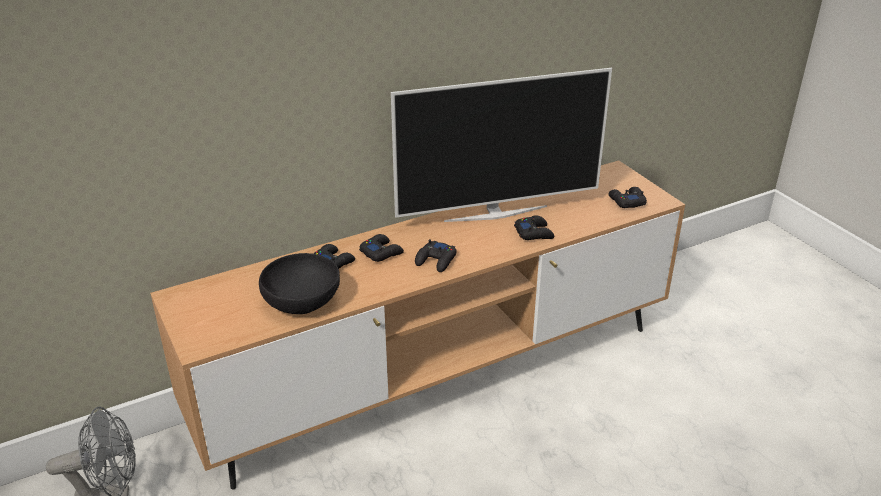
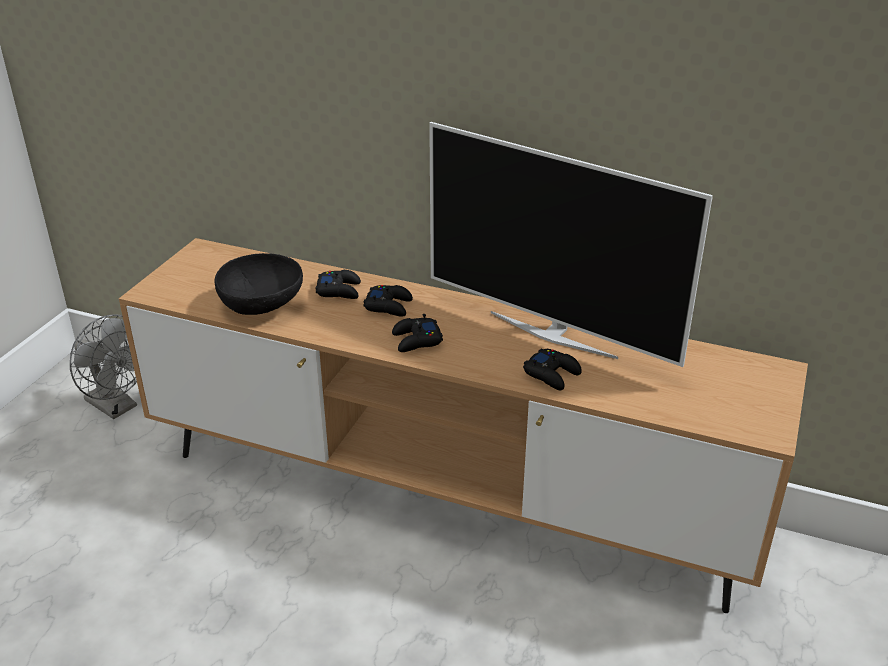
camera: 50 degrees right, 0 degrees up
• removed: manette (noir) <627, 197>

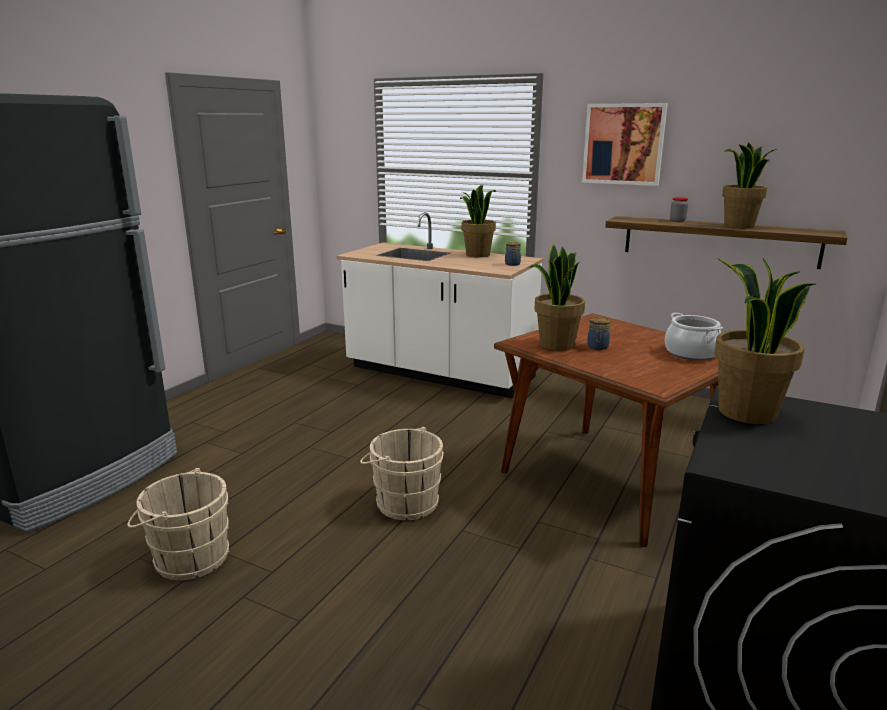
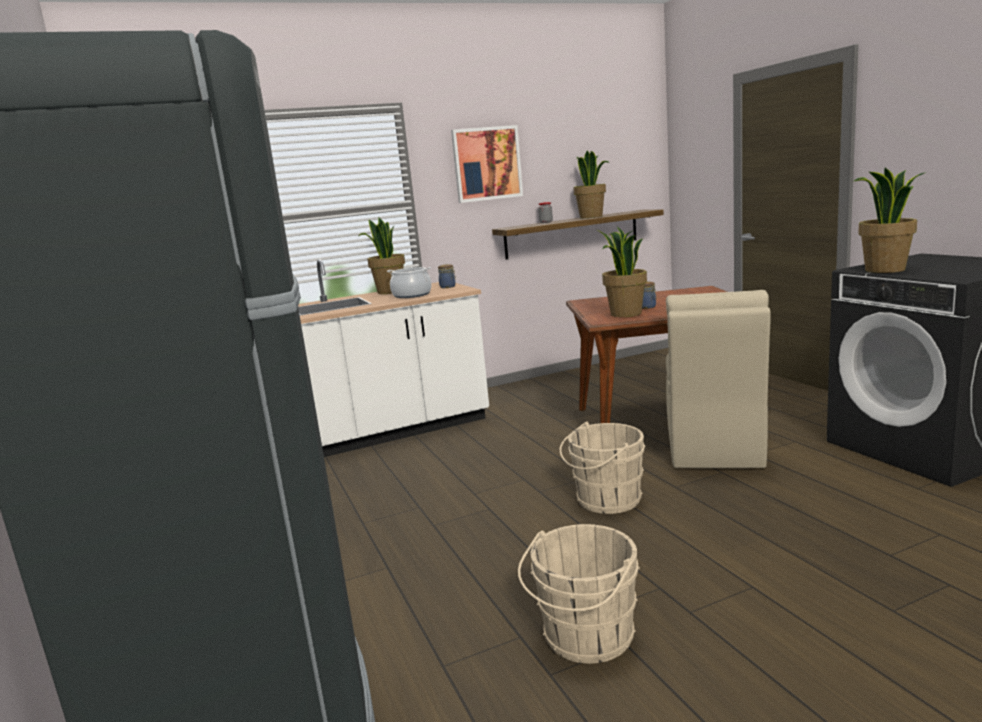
camera: 50 degrees left, 5 degrees down
• moved: marmite <694, 337> to <409, 282>
• added: chaise (beige) <718, 379>

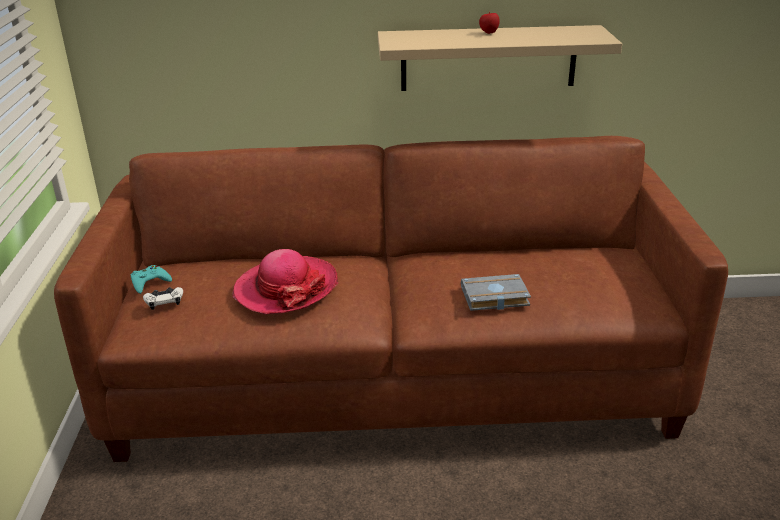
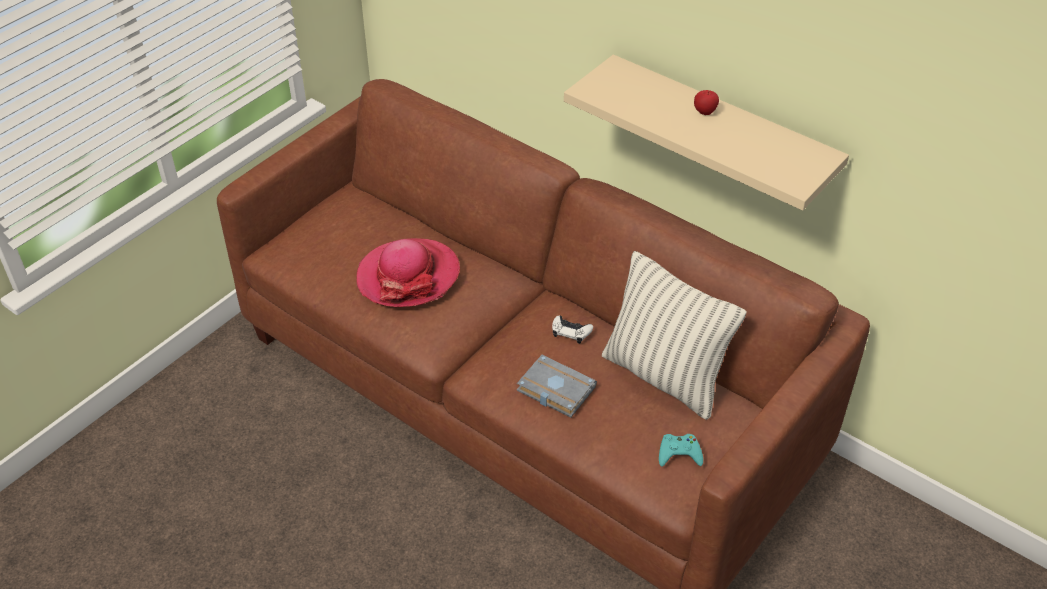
camera: 40 degrees right, 15 degrees up
• moved: manette (blanc) <163, 298> to <572, 329>
• added: coussin <674, 335>
• moved: manette (turquoise) <151, 279> to <681, 450>

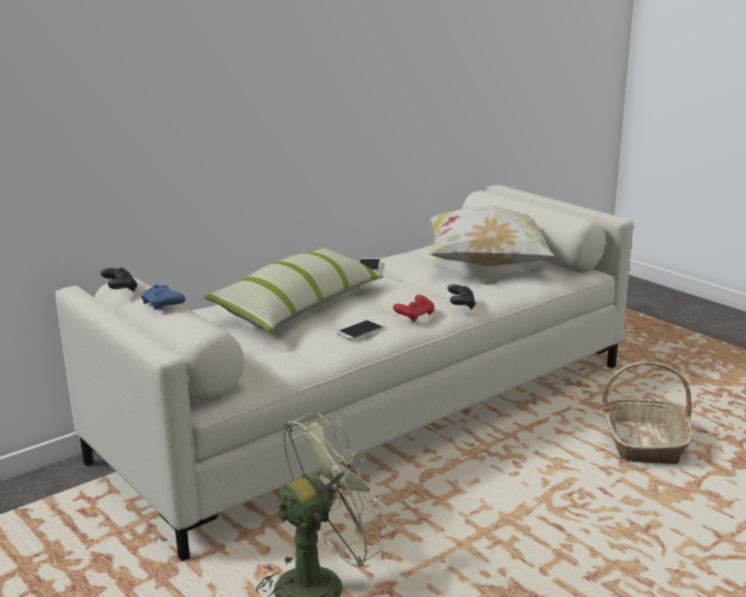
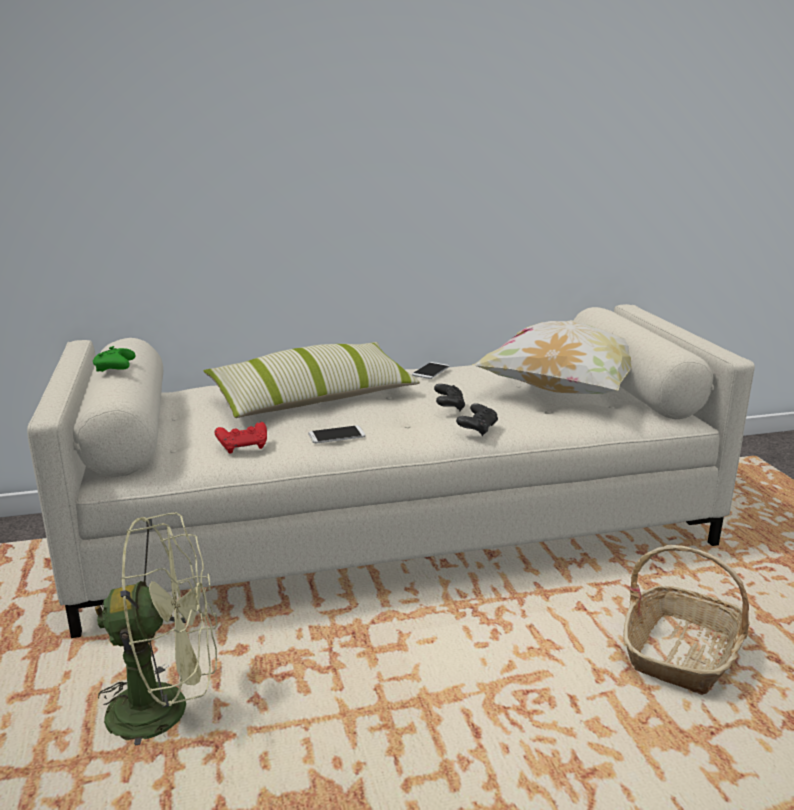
camera: 25 degrees right, 0 degrees up
• recoloured: manette (bleu) <163, 297> to manette (vert) <114, 359>
• moved: manette (rouge) <413, 309> to <240, 437>
• moved: manette (noir) <119, 279> to <449, 397>

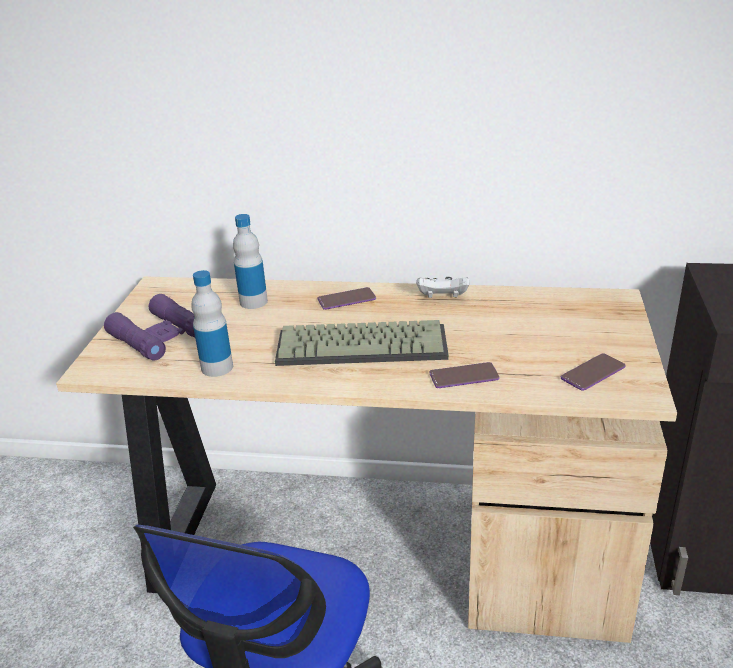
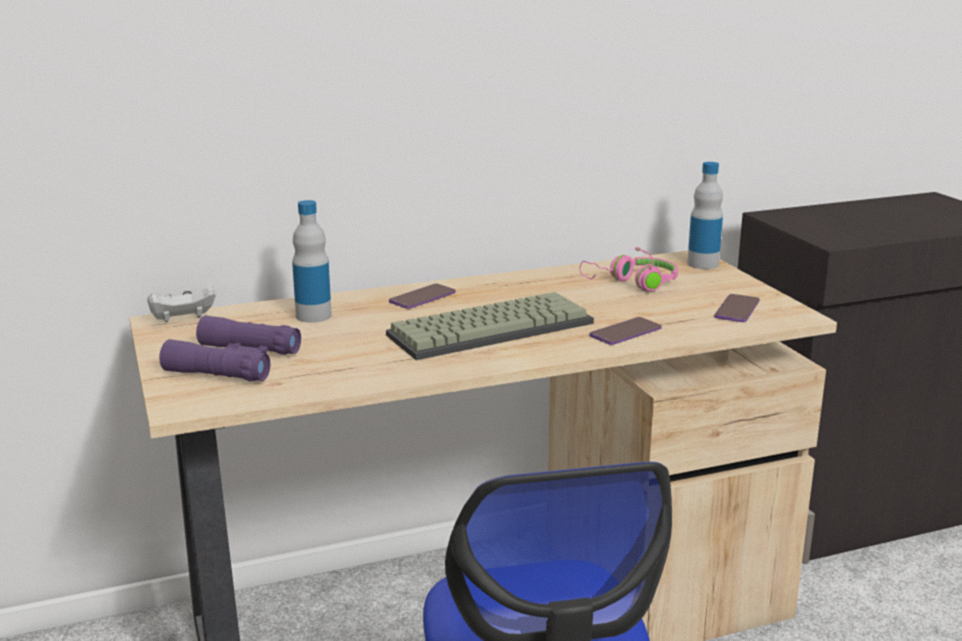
camera: 30 degrees left, 10 degrees down
• moved: manette (blanc) <443, 287> to <181, 304>
• added: casque audio (rose) <628, 269>
• moved: bouteille <212, 323> to <705, 215>

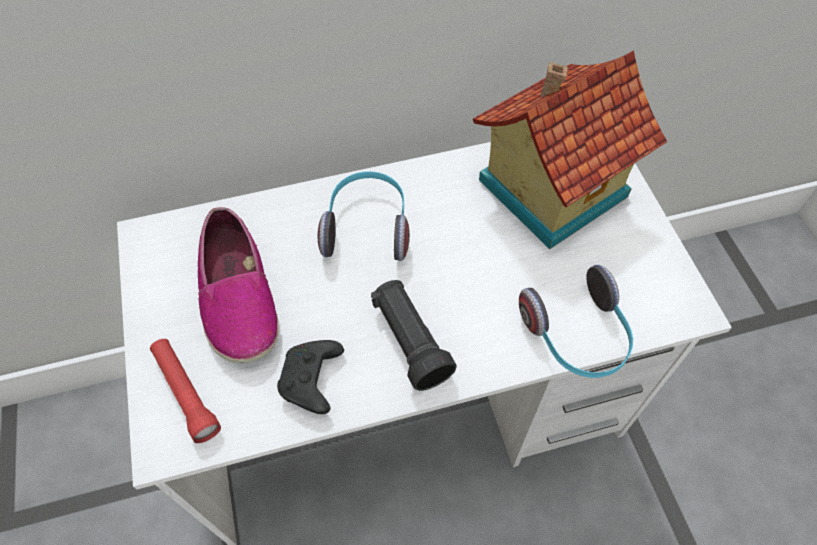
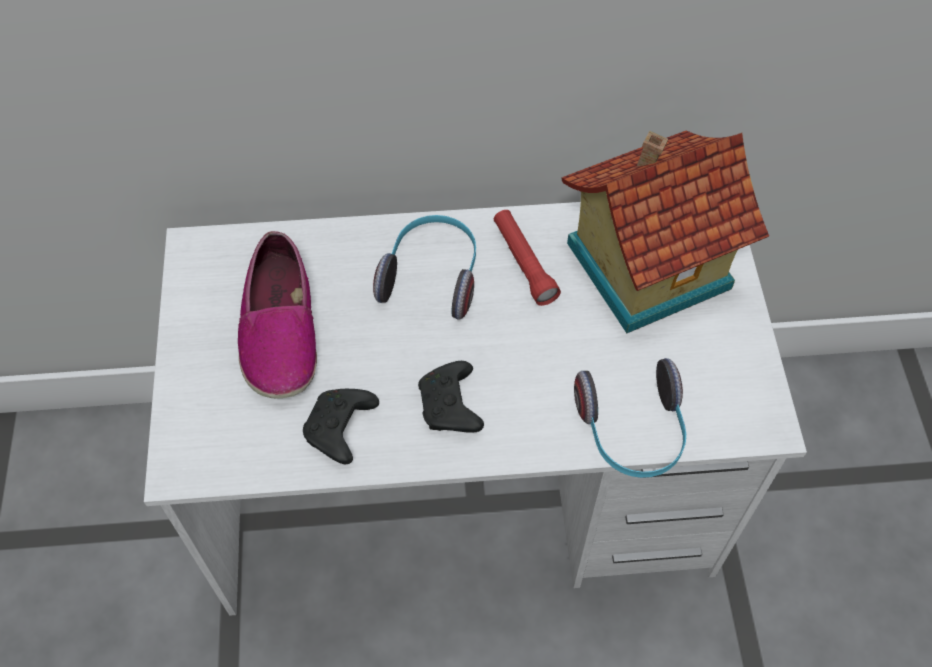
camera: 10 degrees right, 0 degrees up
• replaced: lampe de poche (noir) <414, 335> to manette (noir) <451, 397>
• moved: lampe de poche (rouge) <185, 391> to <527, 258>

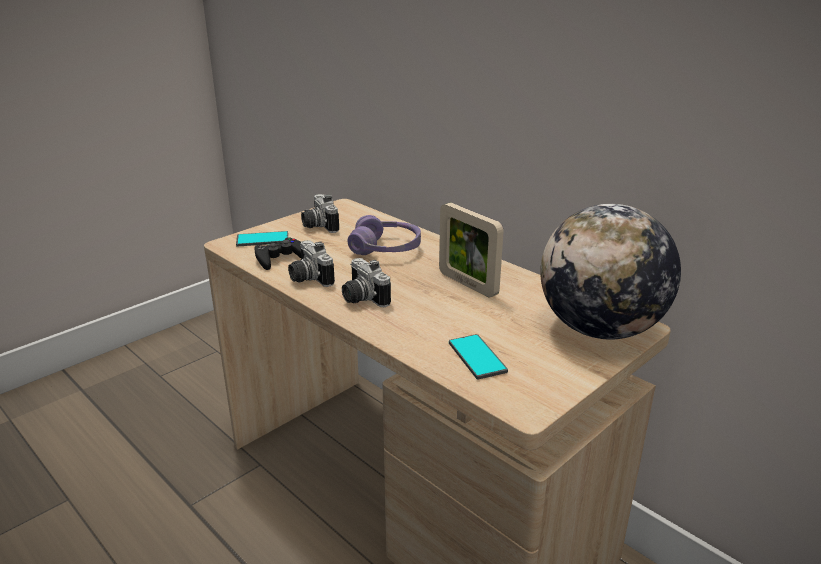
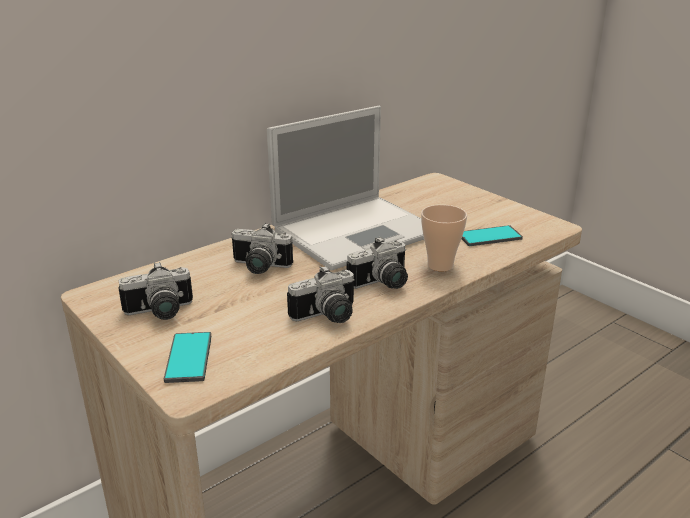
camera: 85 degrees left, 0 degrees up
• replaced: casque audio (violet) <384, 235> to appareil photo <262, 248>
• replaced: cadre photo <471, 250> to ordinateur portable <345, 188>
• added: tasse <444, 238>
• removed: manette (noir) <278, 253>
• removed: globe <610, 272>

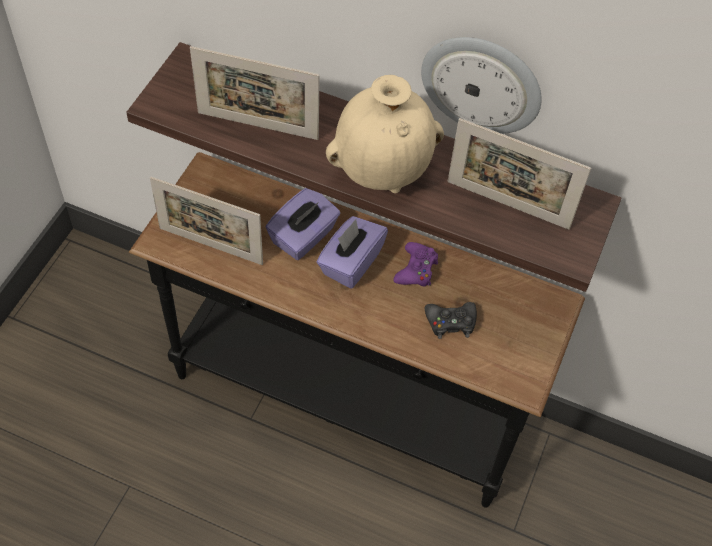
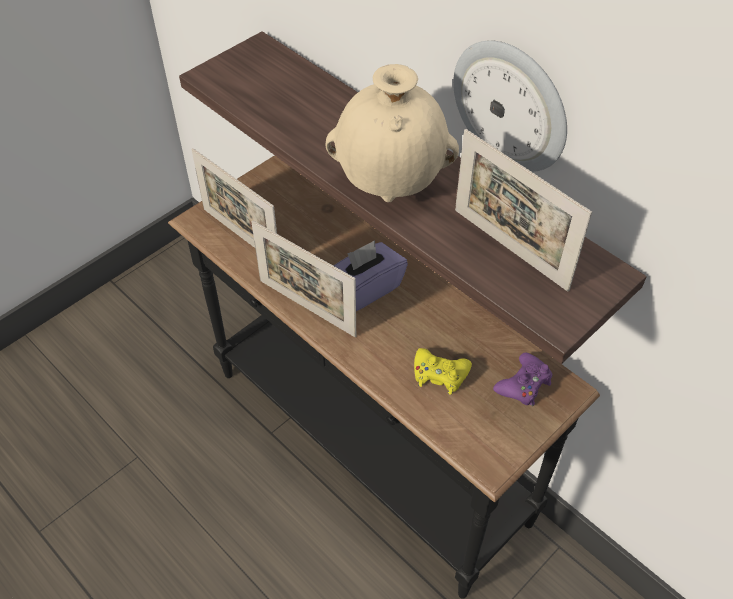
camera: 25 degrees right, 5 degrees down
• moved: cadre photo <255, 93> to <303, 278>
• recoloured: manette (noir) <451, 320> to manette (jaune) <443, 371>
• moved: manette (violet) <415, 264> to <523, 379>
• removed: boîte à mouchoirs (violet) <303, 224>

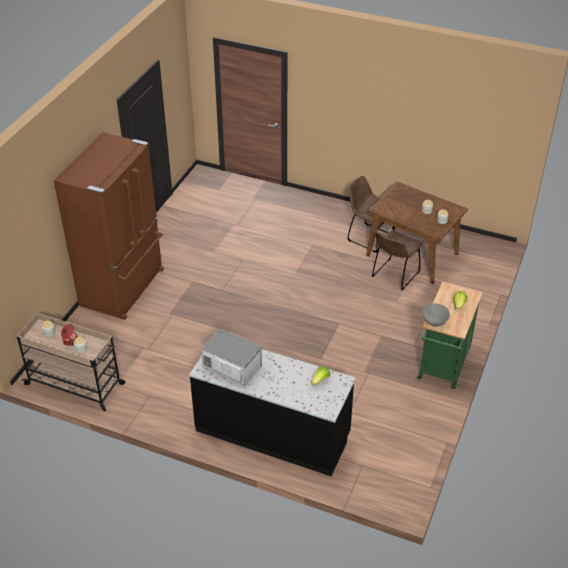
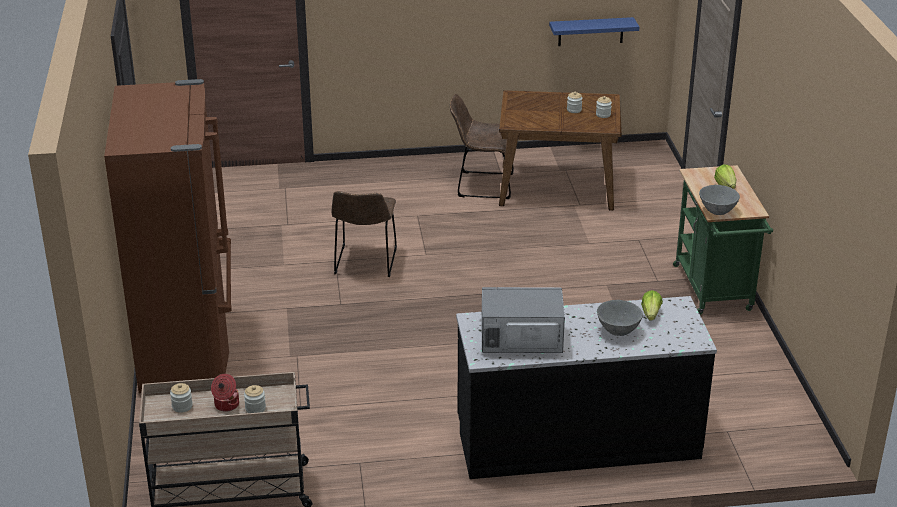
camera: 30 degrees left, 10 degrees down
• moved: chaise (marron) <397, 260> to <364, 234>
• added: étagère (bleu) <594, 31>
• added: bol (gris) <620, 318>

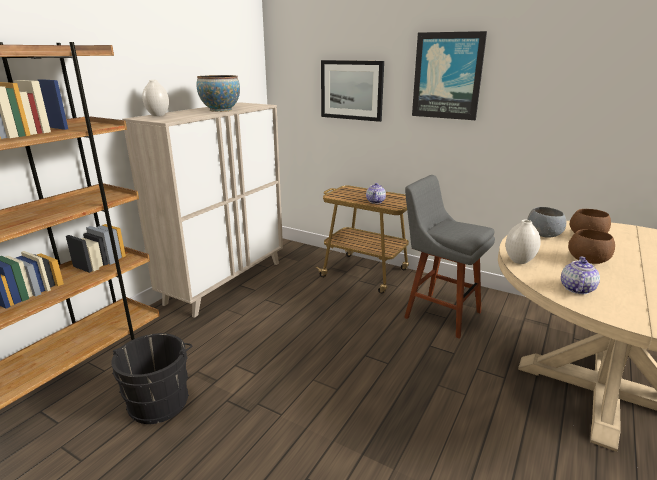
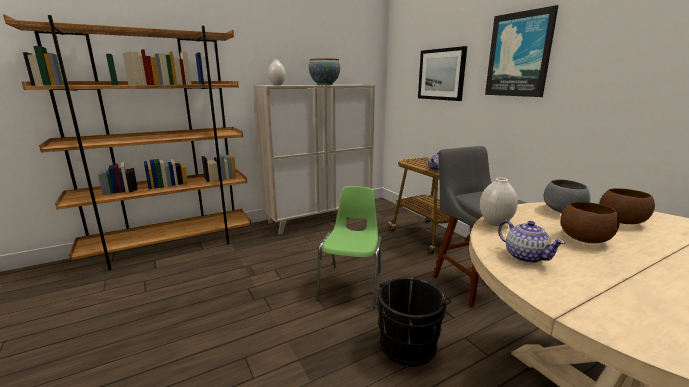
camera: 30 degrees right, 5 degrees down
• added: chaise (vert) <349, 247>
• moved: seau (noir) <151, 378> to <413, 322>
• turned: théière <580, 275> = <531, 241> 90 degrees clockwise

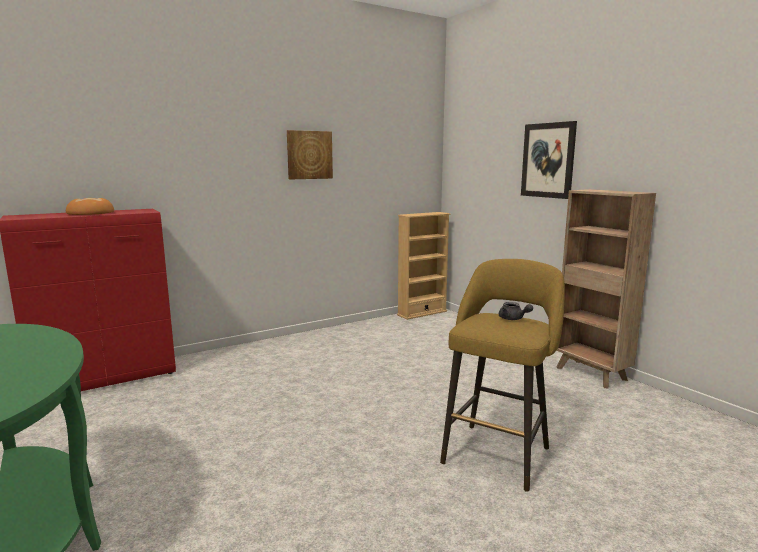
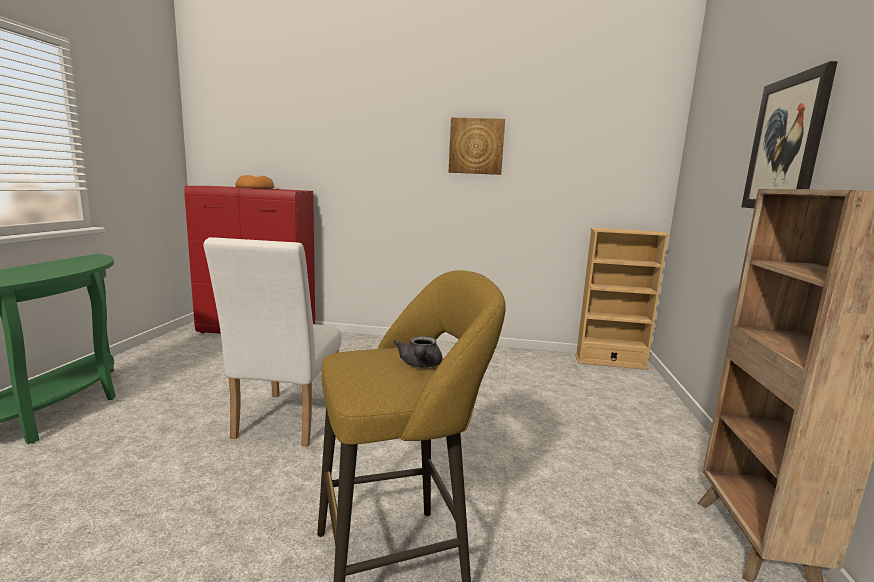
camera: 40 degrees right, 0 degrees up
• added: chaise (blanc) <272, 342>

